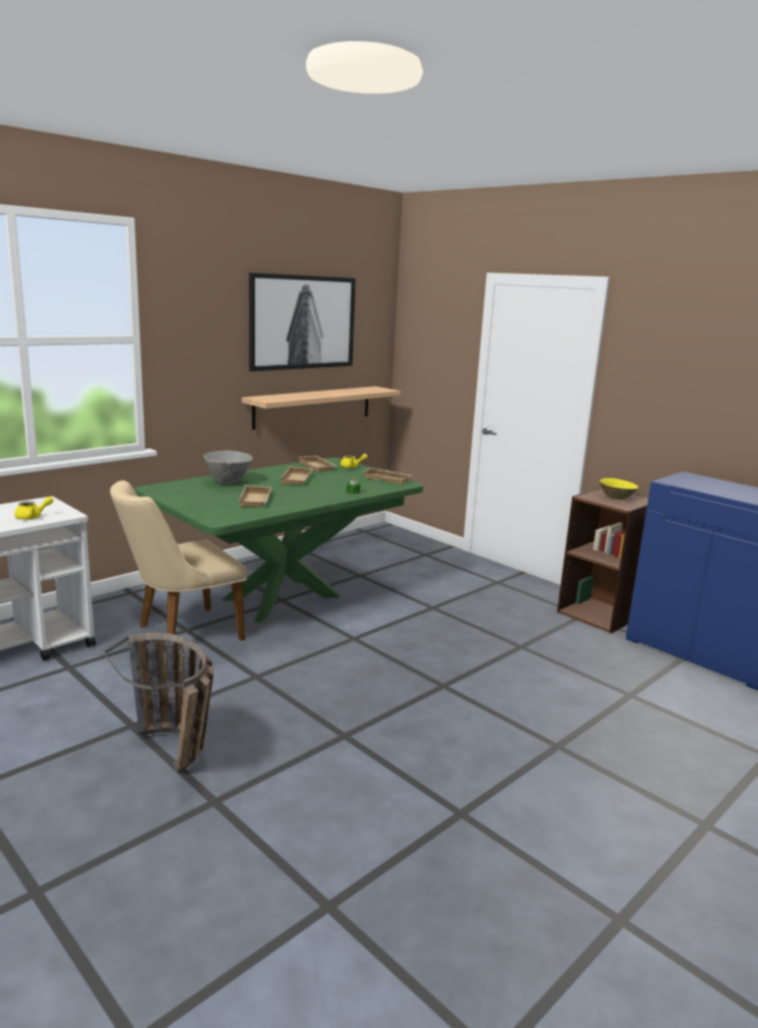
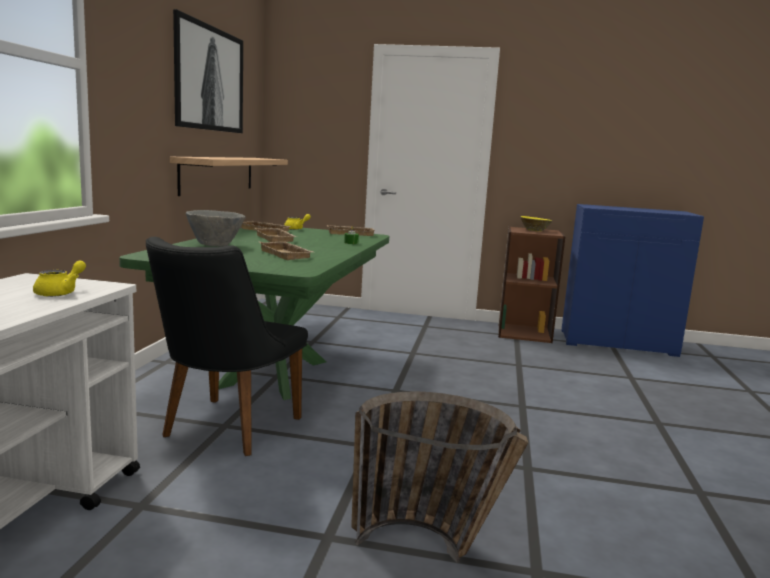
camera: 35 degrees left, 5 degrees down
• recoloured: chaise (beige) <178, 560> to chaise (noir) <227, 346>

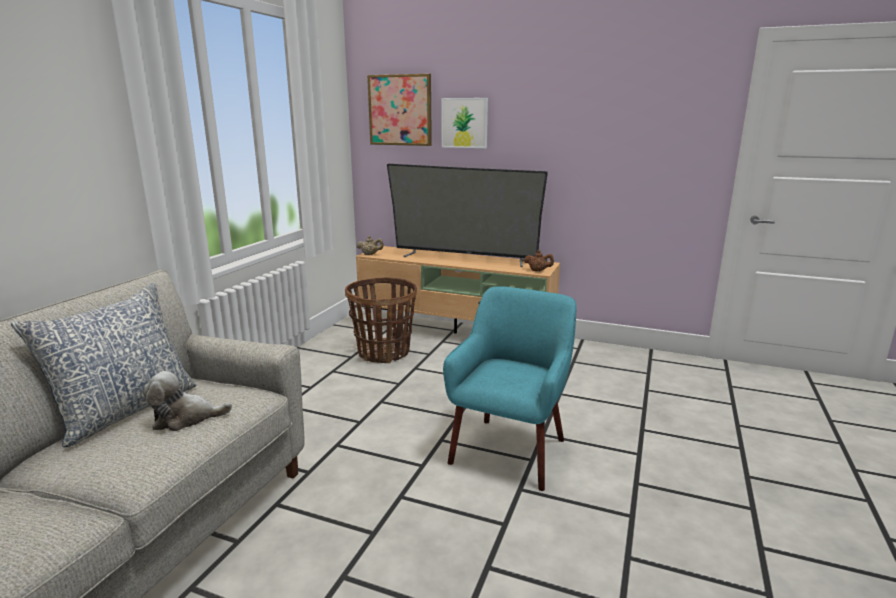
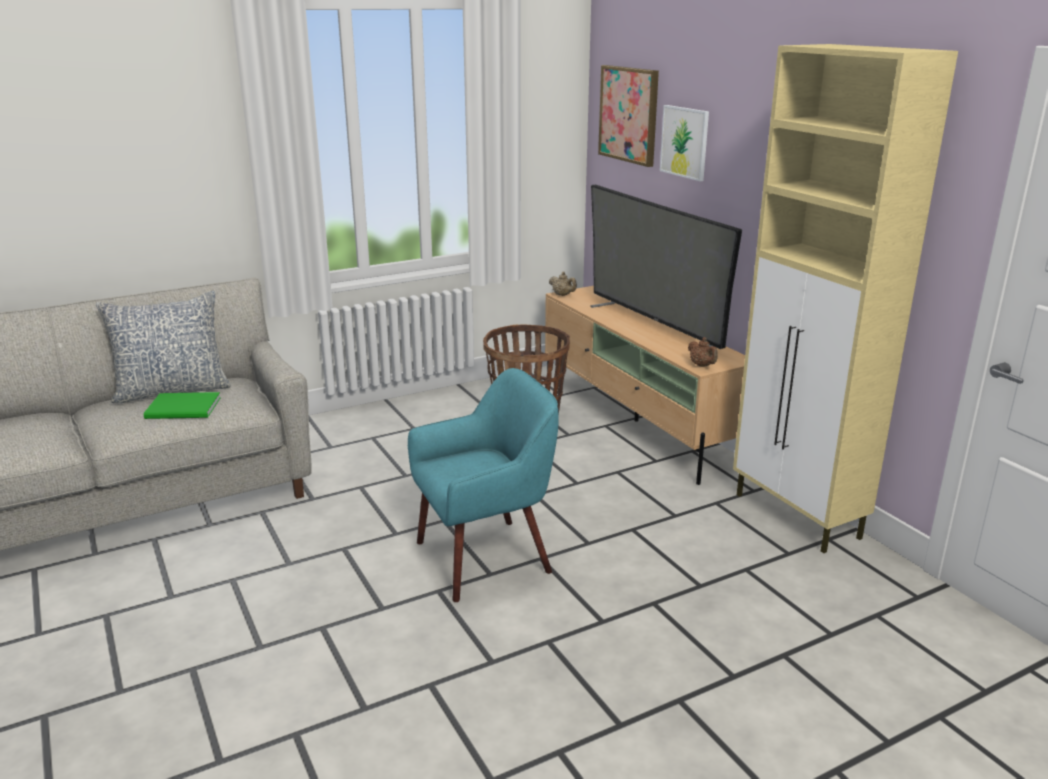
camera: 40 degrees right, 5 degrees up
• replaced: peluche <187, 401> to livre (vert) <182, 405>
• added: meuble de rangement (beige) <845, 298>

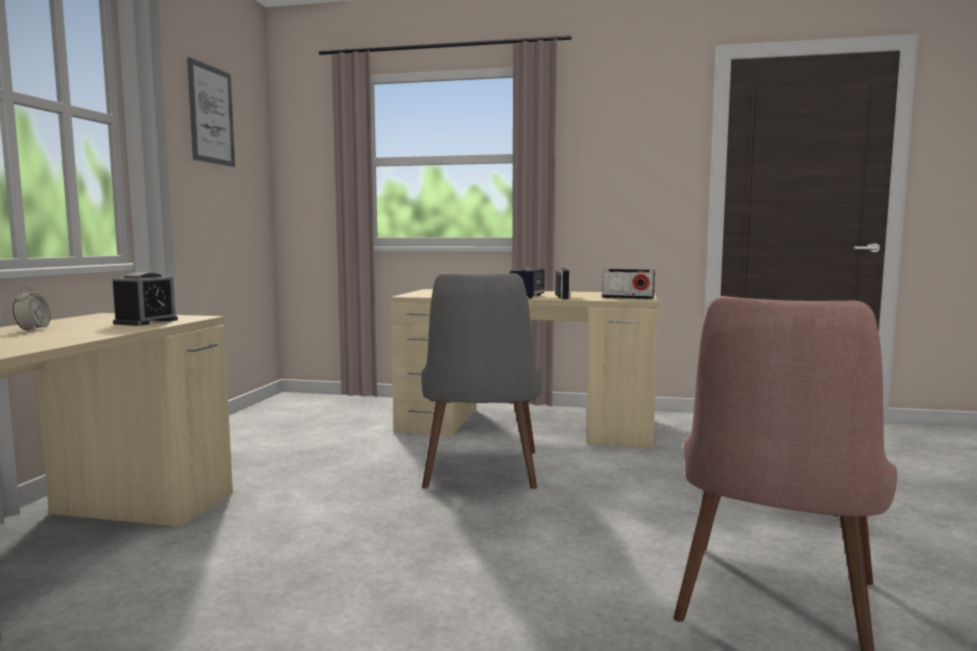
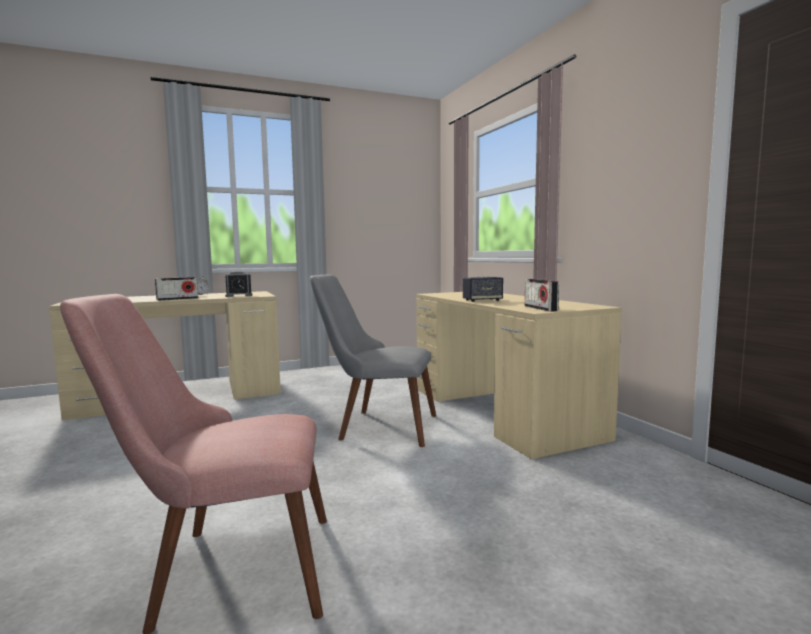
camera: 55 degrees right, 0 degrees up
• moved: radio <563, 284> to <176, 289>
• turned: chaise (gris) <481, 381> = <373, 360> 45 degrees clockwise
• removed: tableau <211, 112>

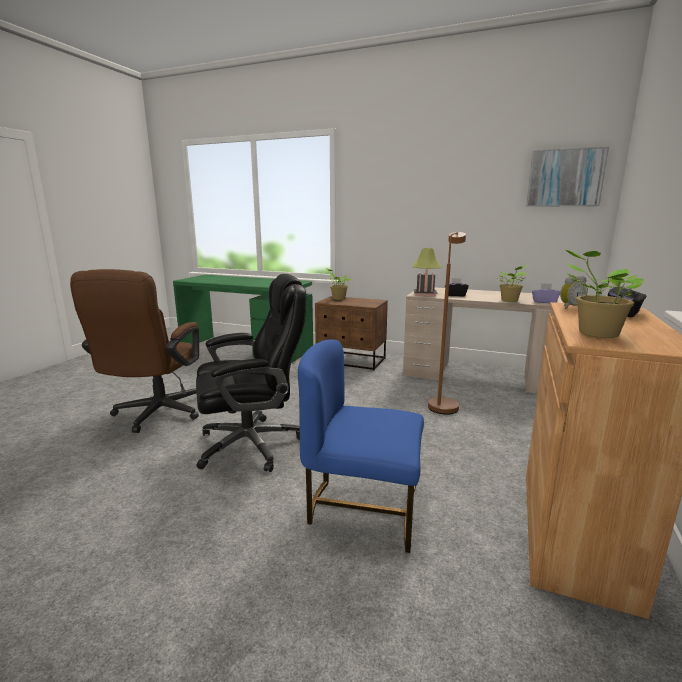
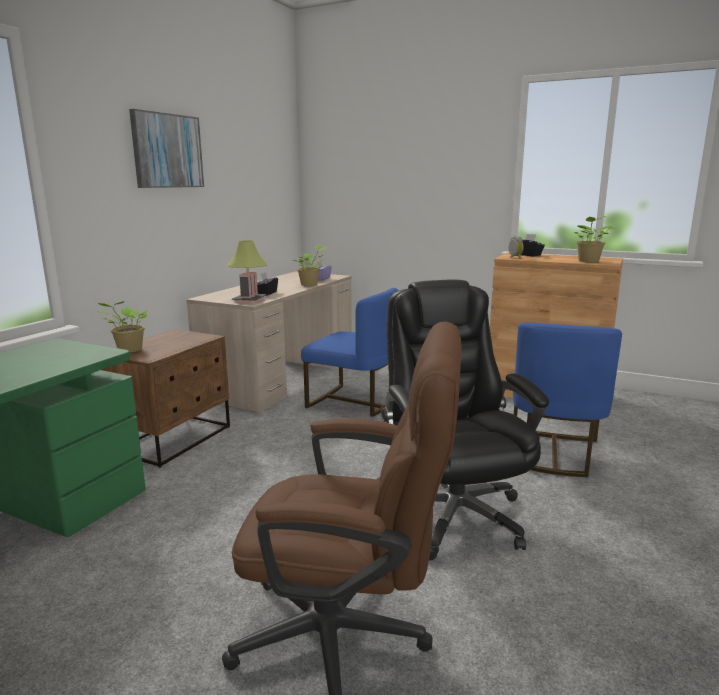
camera: 85 degrees left, 0 degrees up
• moved: tableau <567, 177> to <166, 148>
• replaced: lampadaire (marron) <447, 323> to chaise (bleu) <349, 352>

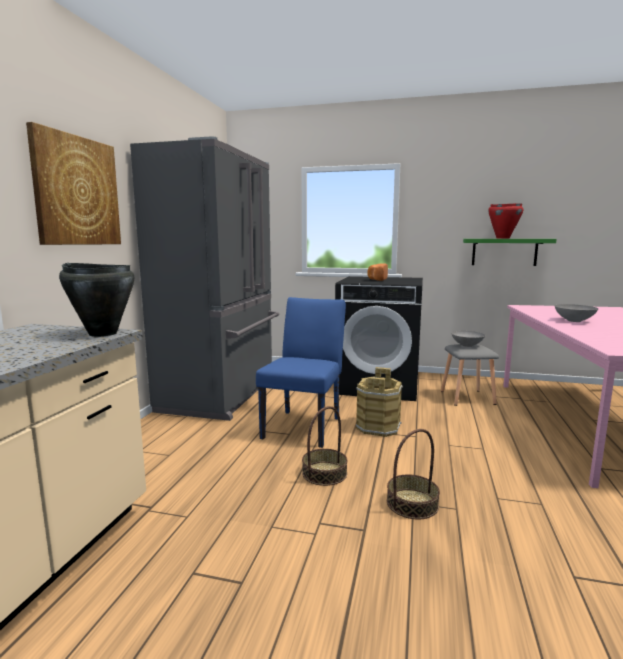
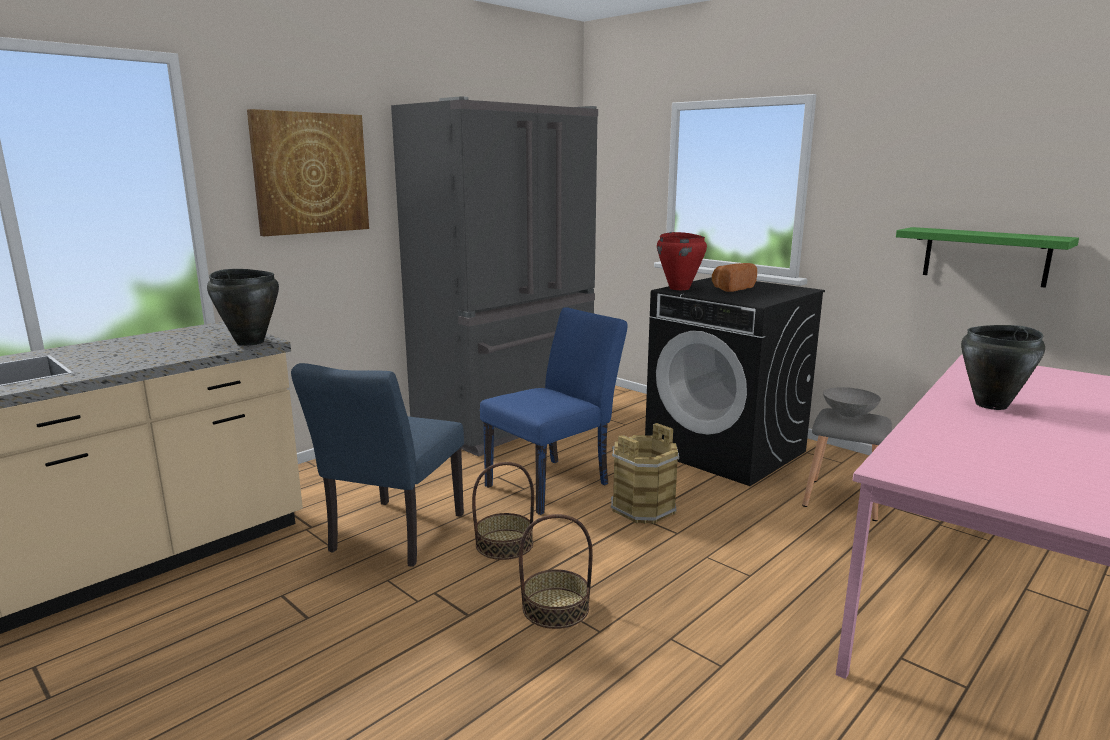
camera: 30 degrees right, 5 degrees up
• added: chaise (bleu) <377, 465>
• moved: marmite (rouge) <505, 221> to <682, 261>
• replaced: bol (gris) <576, 313> to marmite (noir) <1003, 367>

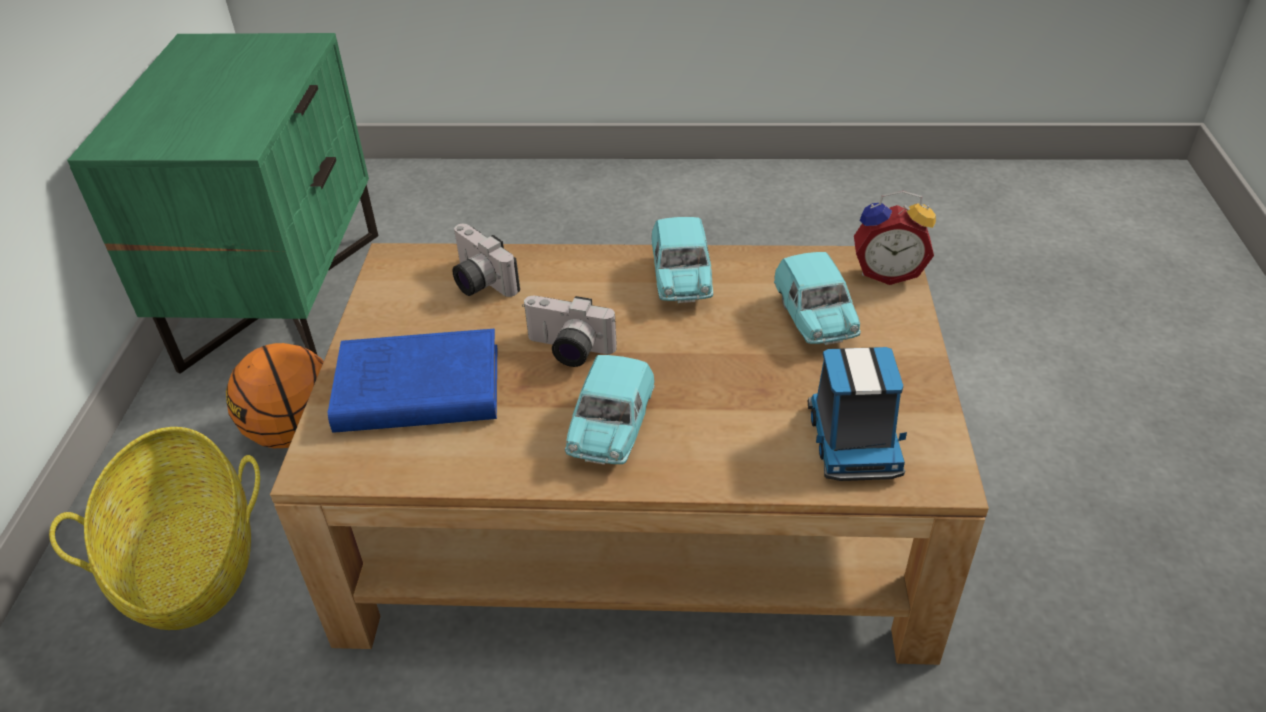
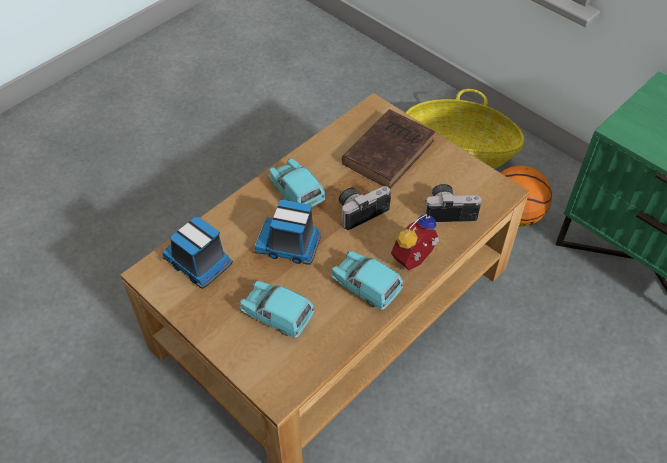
camera: 130 degrees right, 10 degrees up
• added: camion jouet <287, 232>
• recoloured: livre (bleu) <412, 381> to livre (marron) <388, 149>
• moved: réveil <895, 238> to <415, 242>

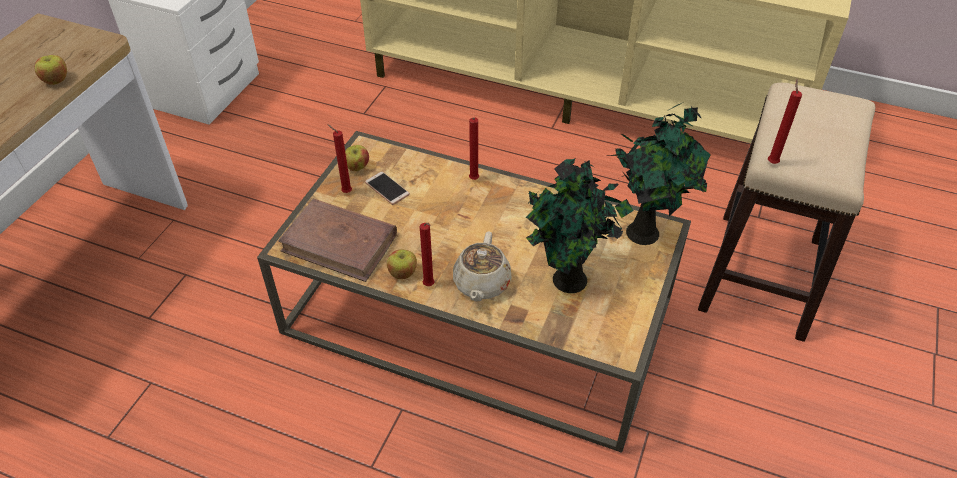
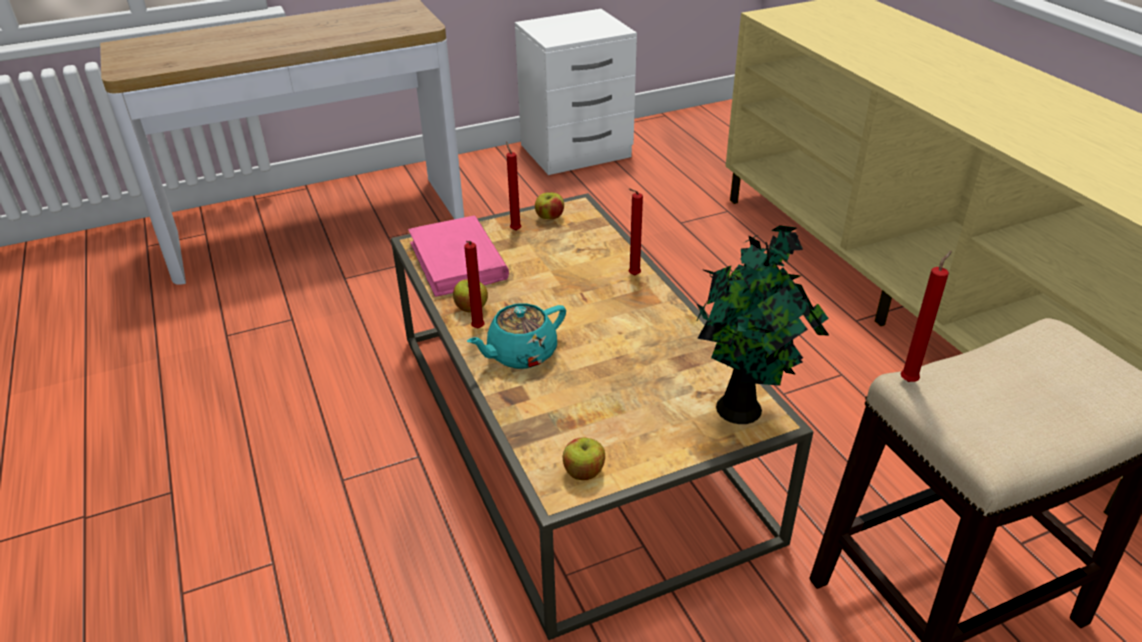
camera: 45 degrees right, 10 degrees down
• recoloured: livre (marron) <337, 240> to livre (rose) <458, 256>
• recoloured: théière (beige) <482, 267> to théière (turquoise) <516, 336>
• moved: pomme <50, 70> to <584, 458>
• removed: téléphone <387, 188>
• removed: plante en pot <580, 225>

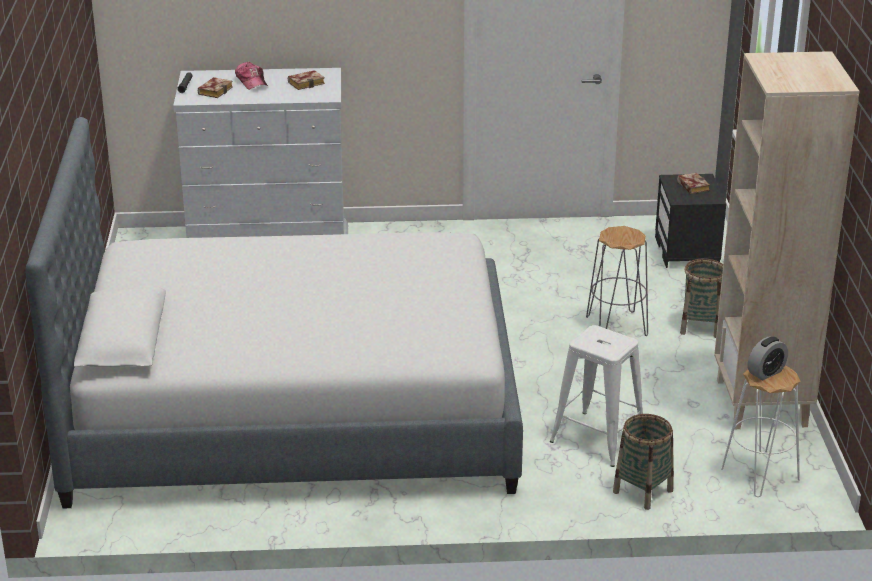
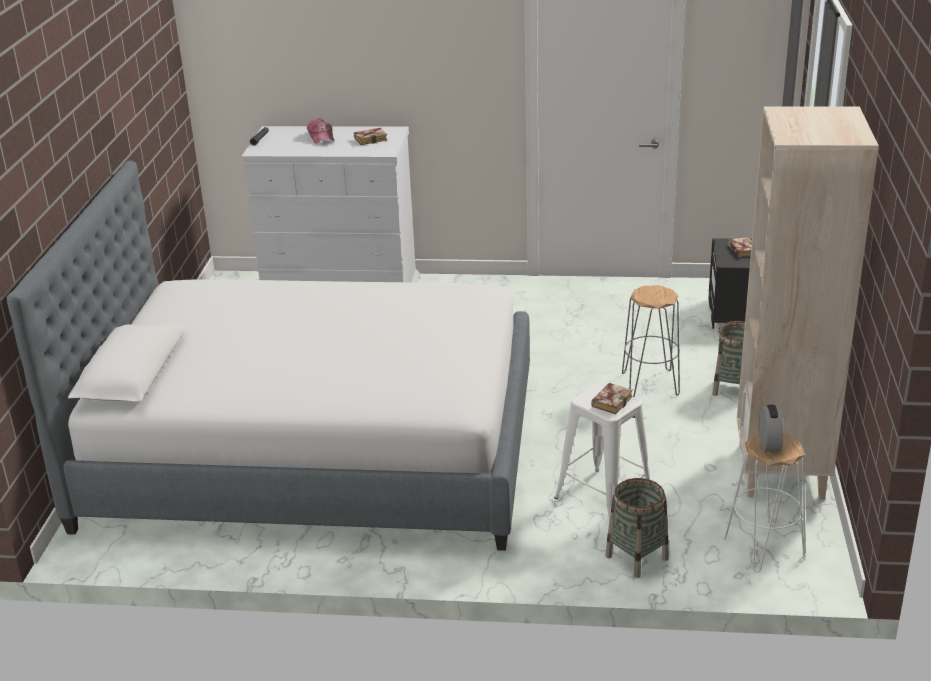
camera: 10 degrees right, 0 degrees up
• moved: livre <215, 87> to <612, 398>
• turned: réveil <768, 358> = <771, 428> 60 degrees counterclockwise

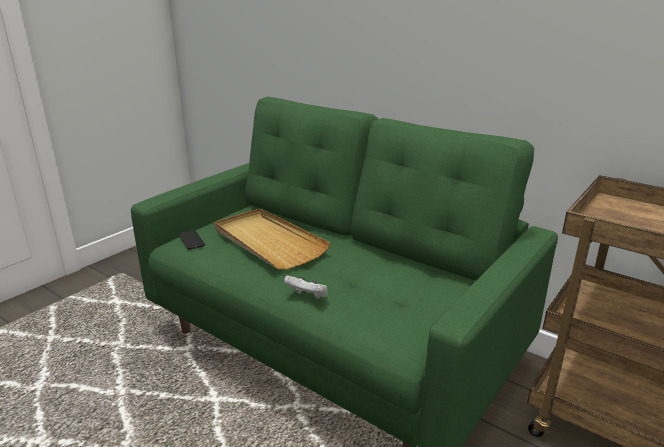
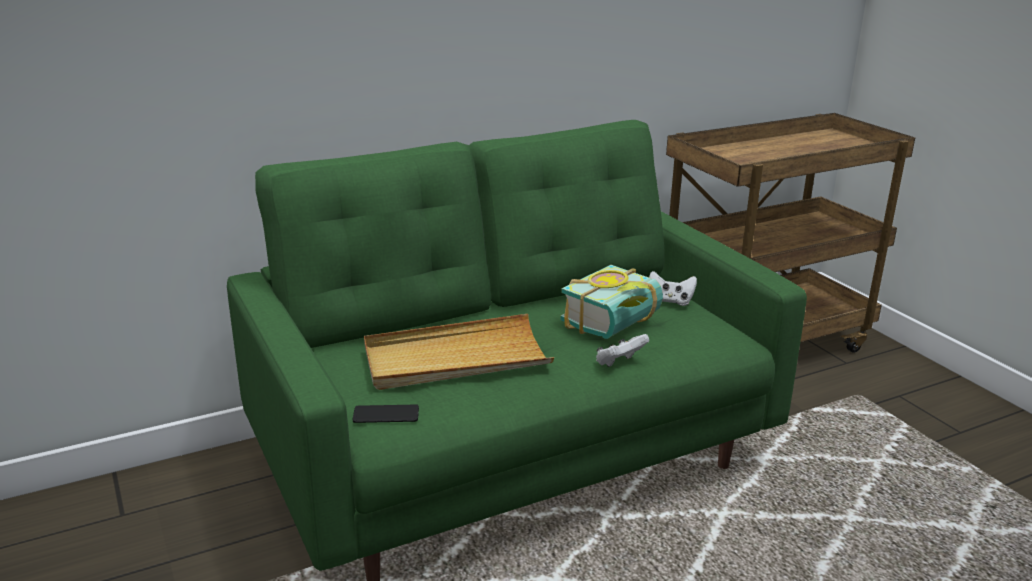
camera: 65 degrees left, 0 degrees up
• added: livre <611, 302>
• added: manette (blanc) <673, 288>

